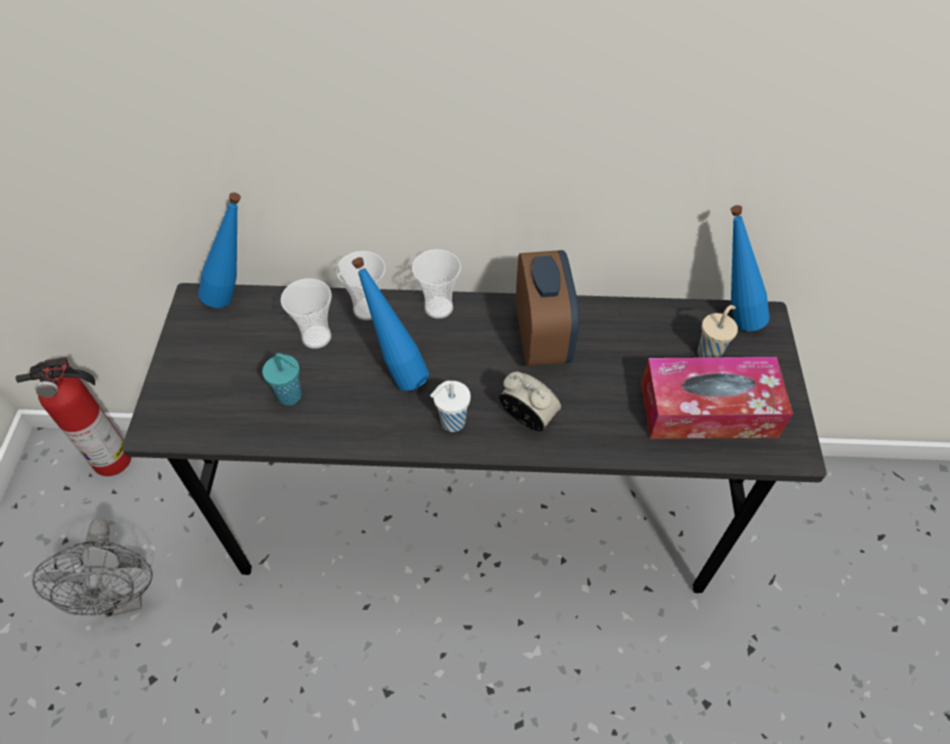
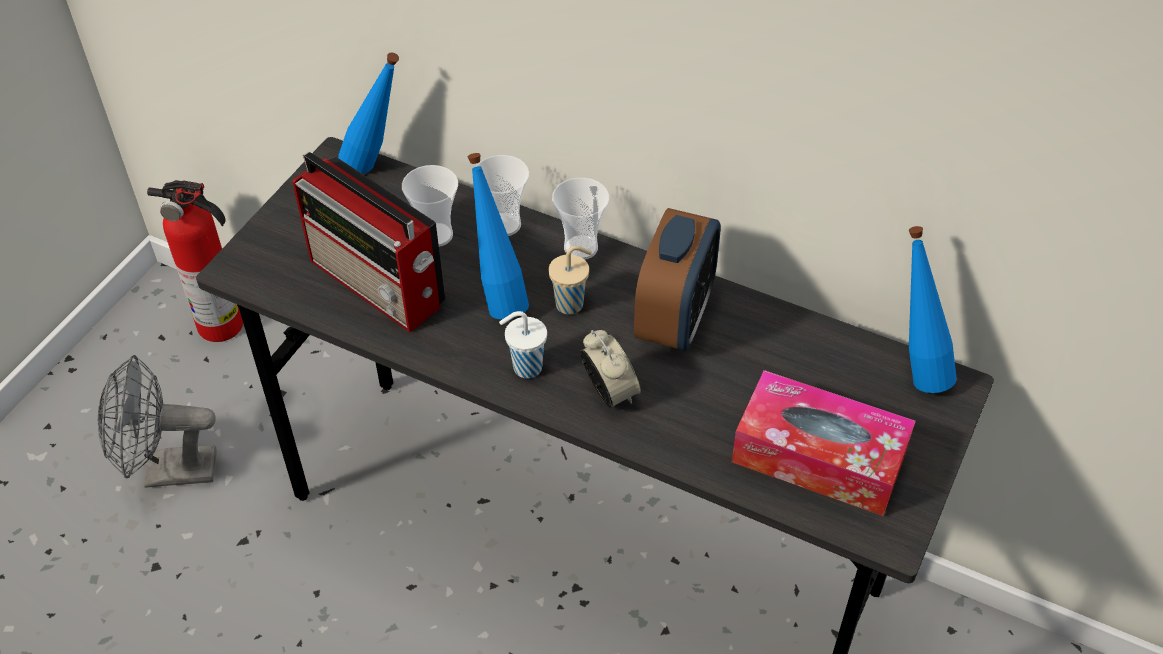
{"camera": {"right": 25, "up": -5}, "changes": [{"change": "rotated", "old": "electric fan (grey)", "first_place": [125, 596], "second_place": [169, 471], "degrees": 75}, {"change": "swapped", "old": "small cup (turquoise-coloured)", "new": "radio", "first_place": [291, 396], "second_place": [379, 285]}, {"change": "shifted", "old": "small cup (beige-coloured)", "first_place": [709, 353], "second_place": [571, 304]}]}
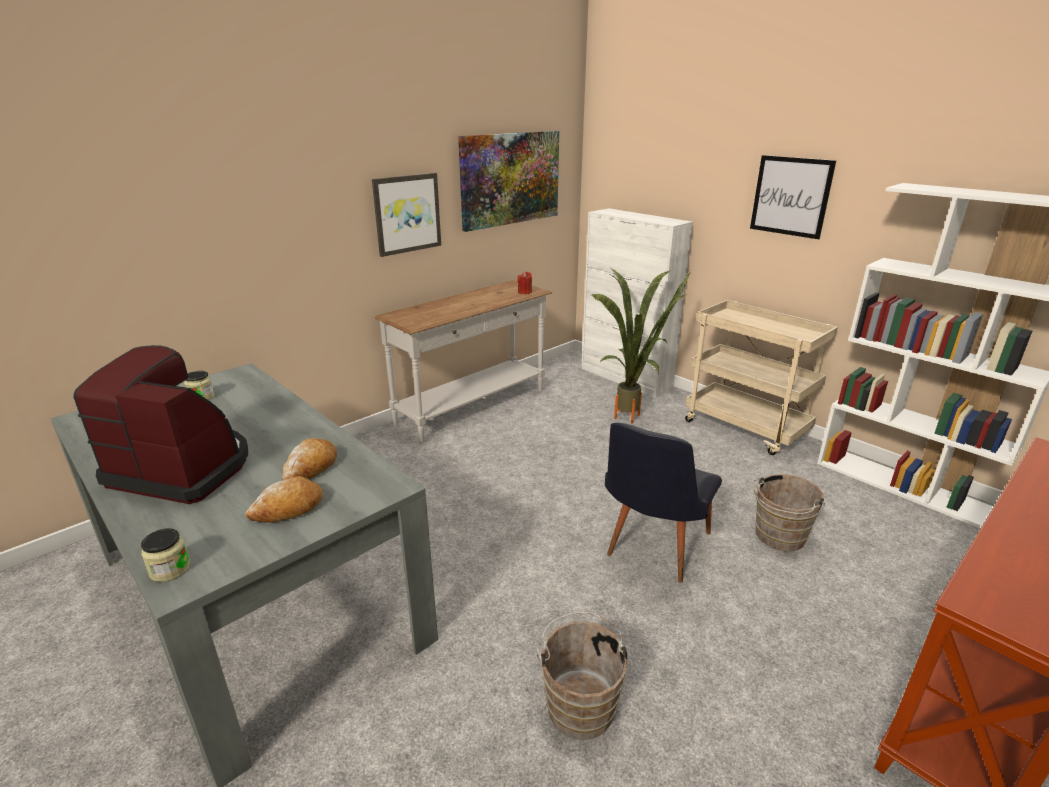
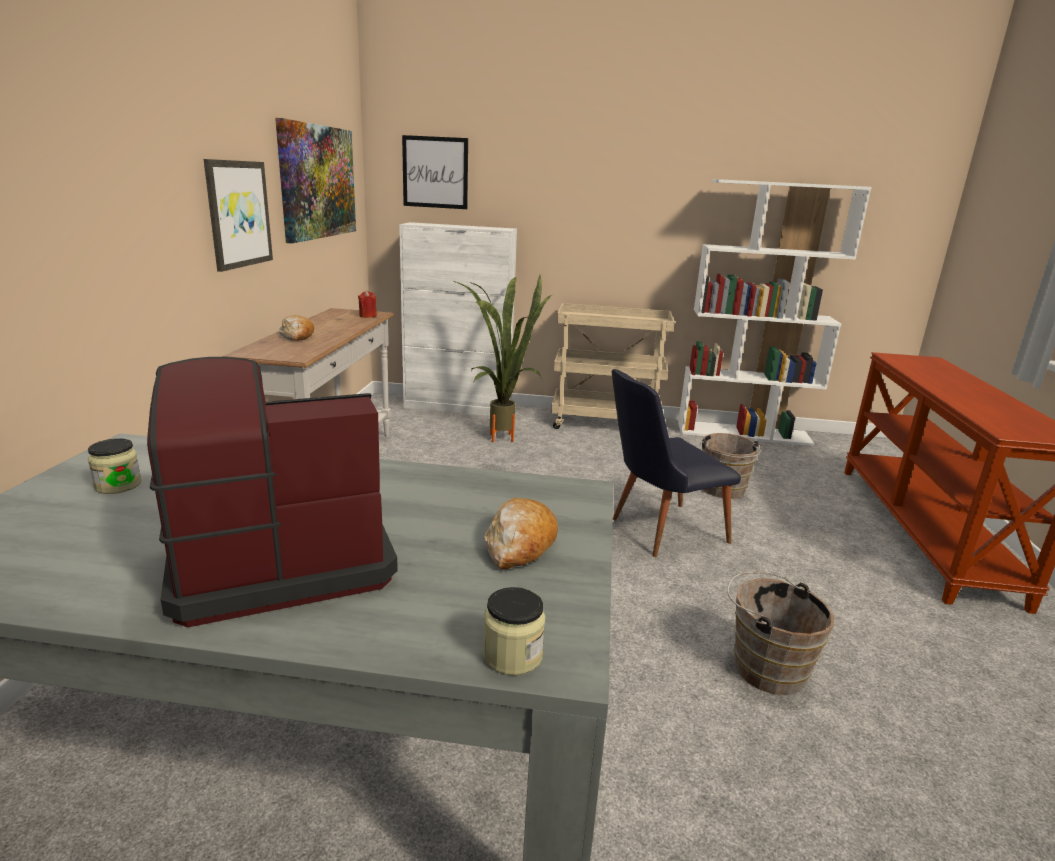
{"camera": {"right": -40, "up": -5}, "changes": [{"change": "shifted", "old": "bread", "first_place": [311, 468], "second_place": [297, 336]}, {"change": "shifted", "old": "picture", "first_place": [790, 196], "second_place": [435, 172]}, {"change": "rotated", "old": "plain chair (black)", "first_place": [652, 549], "second_place": [658, 531], "degrees": 75}]}
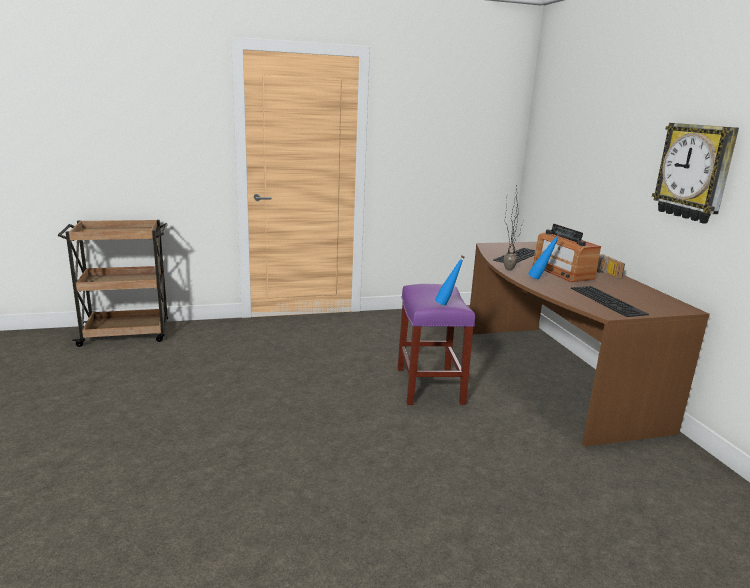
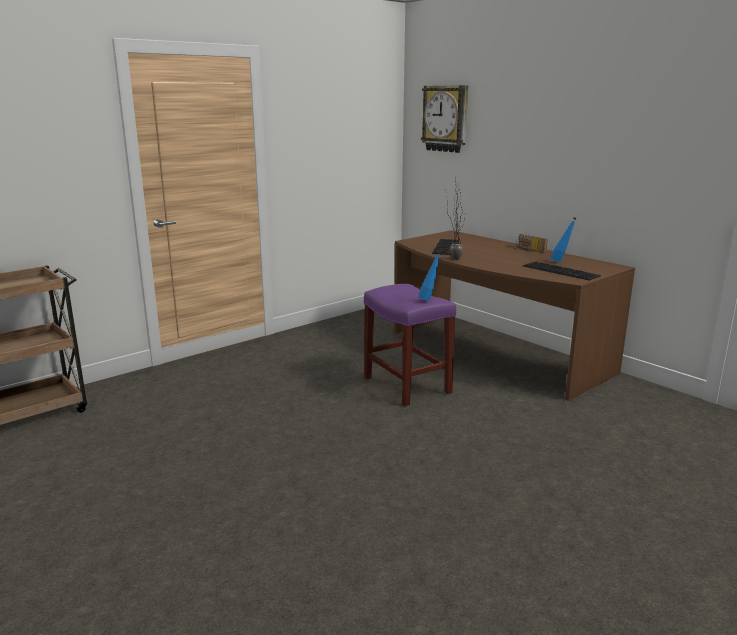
{"camera": {"right": -25, "up": 0}, "changes": [{"change": "shifted", "old": "clock on the wall", "first_place": [694, 172], "second_place": [445, 119]}, {"change": "shifted", "old": "bottle (bluish)", "first_place": [540, 279], "second_place": [561, 262]}, {"change": "gone", "old": "radio", "first_place": [562, 272]}]}
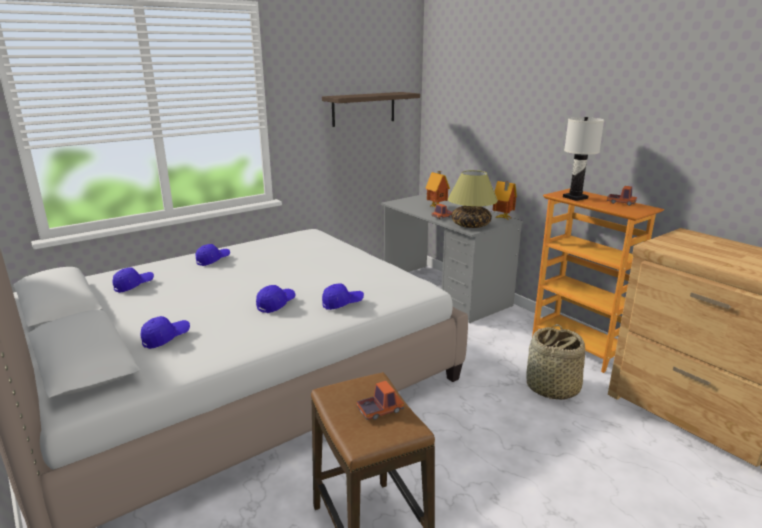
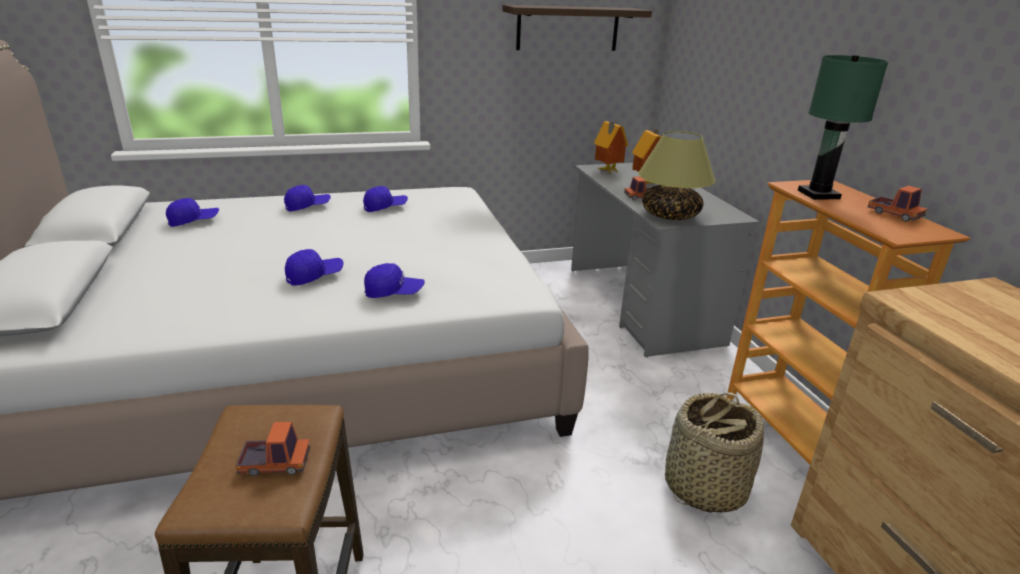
{"camera": {"right": 20, "up": 5}, "changes": [{"change": "shifted", "old": "peaked cap (bluish)", "first_place": [166, 338], "second_place": [385, 207]}, {"change": "shifted", "old": "miniature house", "first_place": [502, 218], "second_place": [607, 171]}, {"change": "repainted", "old": "tabletop lamp (whitish)", "new": "tabletop lamp (green)", "first_place": [575, 197], "second_place": [819, 194]}]}
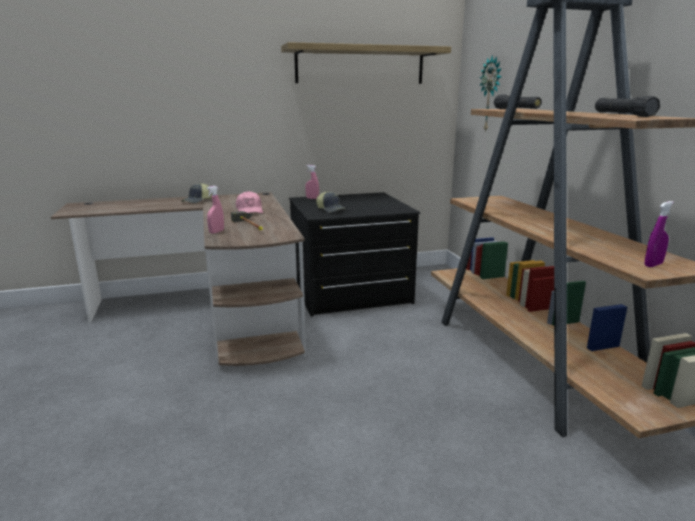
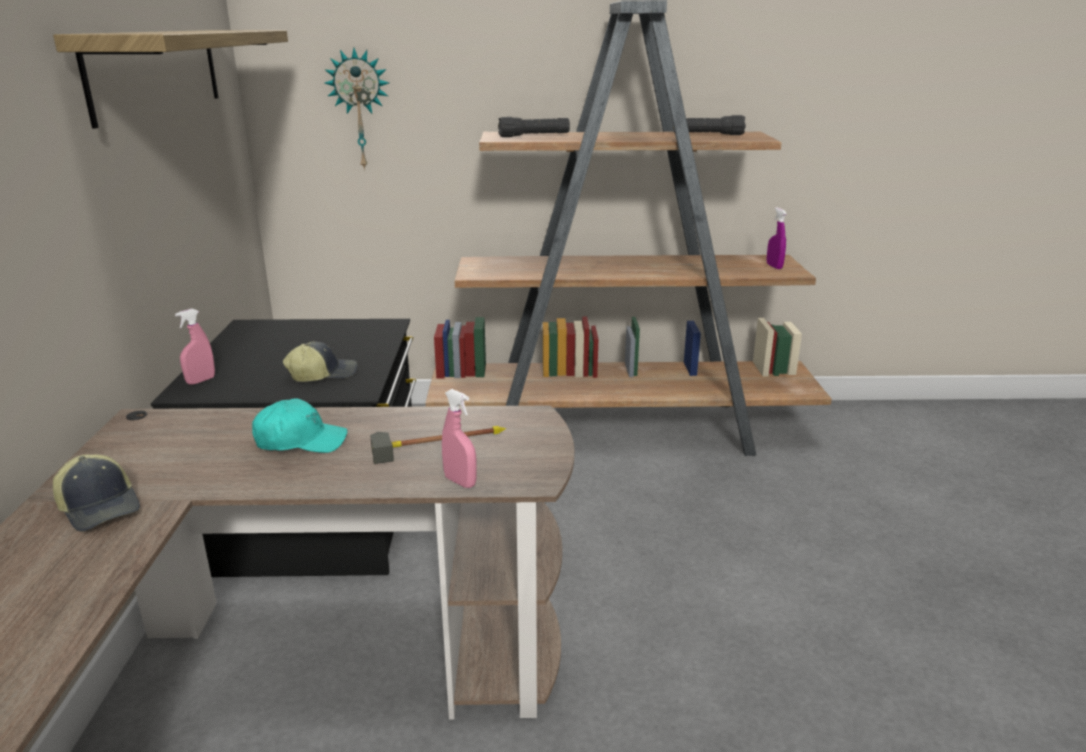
{"camera": {"right": -75, "up": 5}, "changes": [{"change": "repainted", "old": "peaked cap (pinkish)", "new": "peaked cap (turquoise-coloured)", "first_place": [250, 210], "second_place": [300, 441]}]}
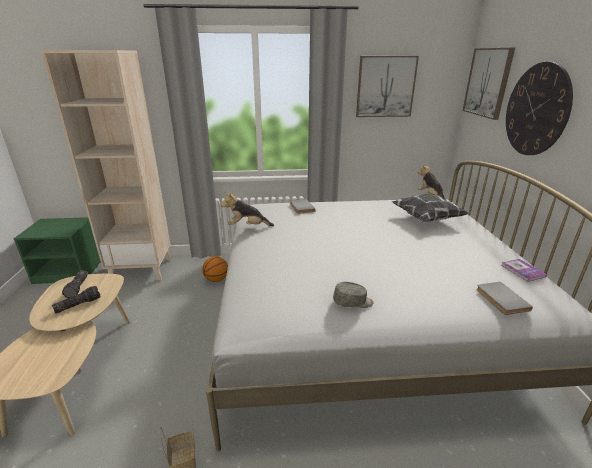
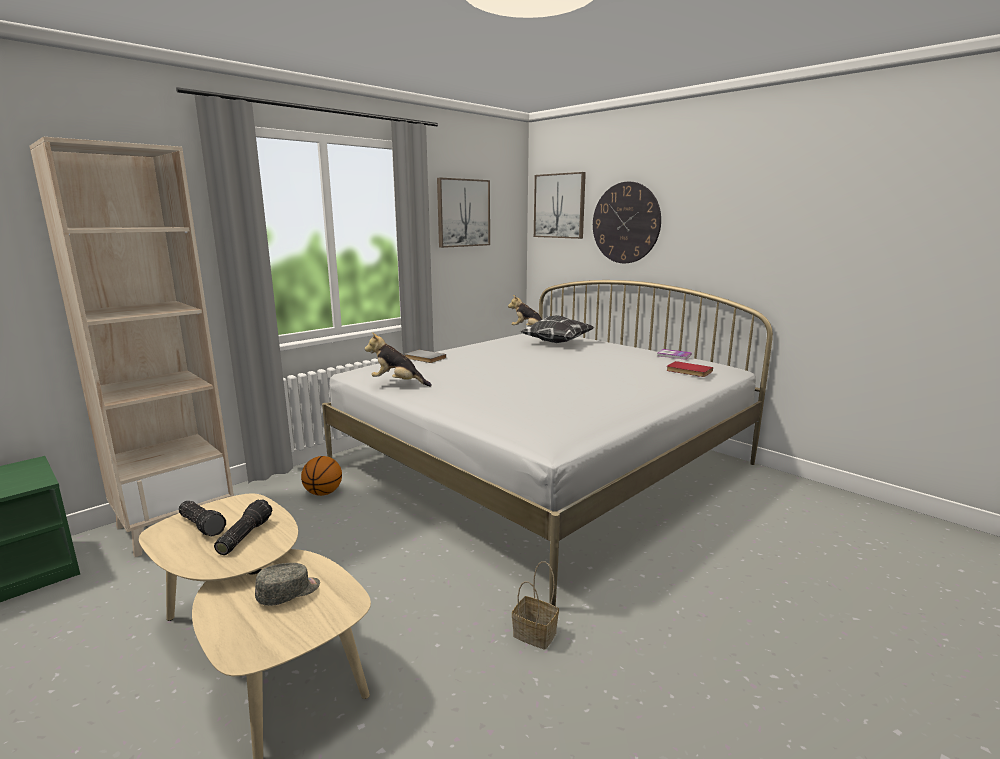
{"camera": {"right": -40, "up": -10}, "changes": [{"change": "shifted", "old": "peaked cap (grey)", "first_place": [353, 302], "second_place": [289, 593]}, {"change": "rotated", "old": "plush toy", "first_place": [247, 227], "second_place": [398, 383], "degrees": 60}, {"change": "repainted", "old": "bound book (grey)", "new": "bound book (red)", "first_place": [500, 299], "second_place": [688, 371]}]}
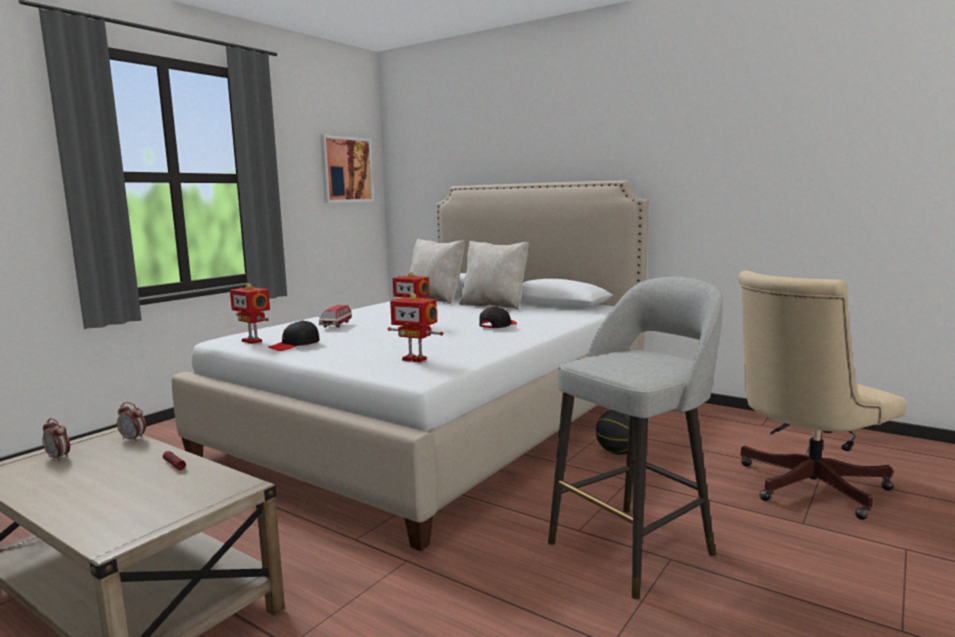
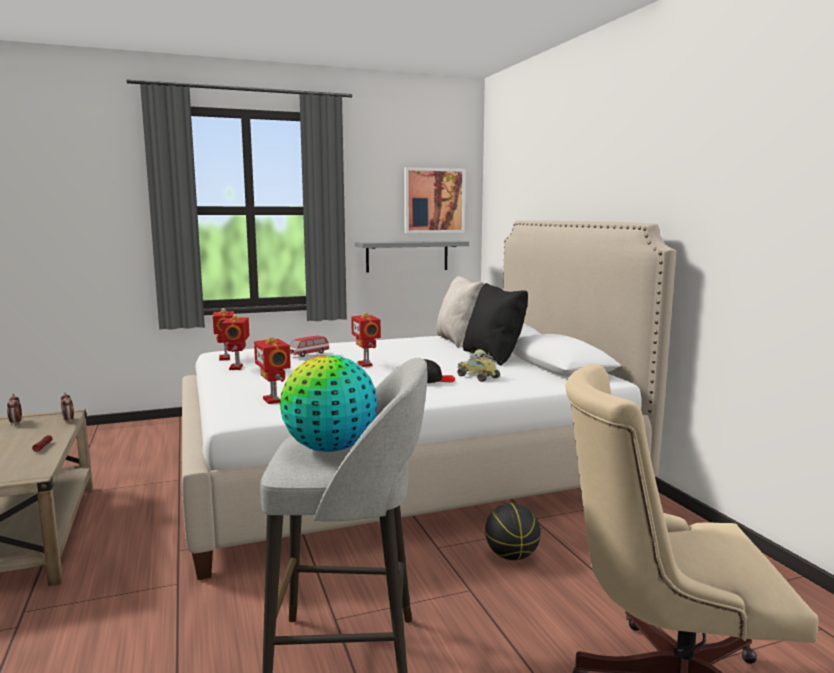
{"camera": {"right": 35, "up": 0}, "changes": [{"change": "swapped", "old": "peaked cap (black)", "new": "robot figure", "first_place": [295, 345], "second_place": [237, 367]}, {"change": "new", "new": "desk globe", "second_place": [330, 449]}, {"change": "new", "new": "bracket shelf (grey)", "second_place": [407, 256]}, {"change": "new", "new": "toy car", "second_place": [476, 376]}, {"change": "repainted", "old": "throw pillow (beige-coloured)", "new": "throw pillow (black)", "first_place": [494, 305], "second_place": [493, 357]}]}
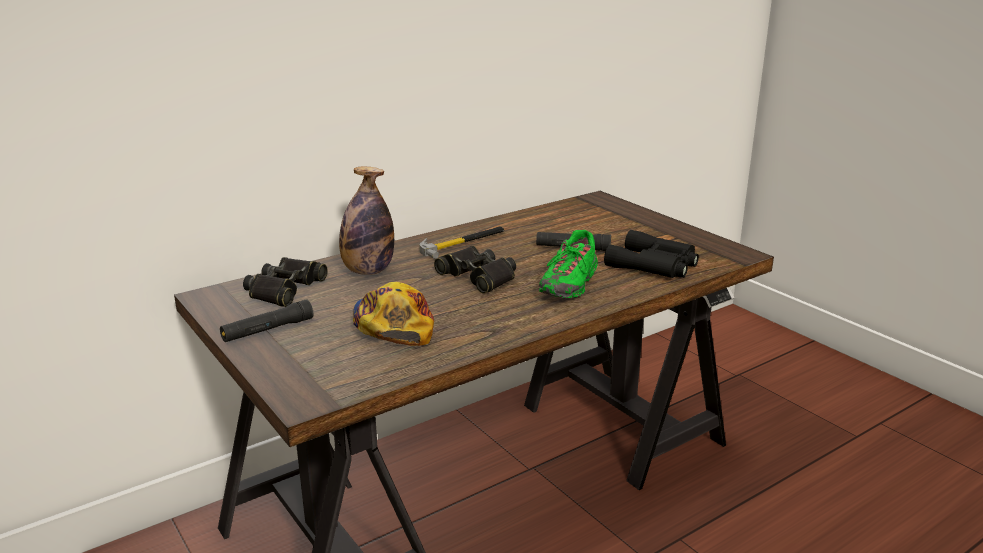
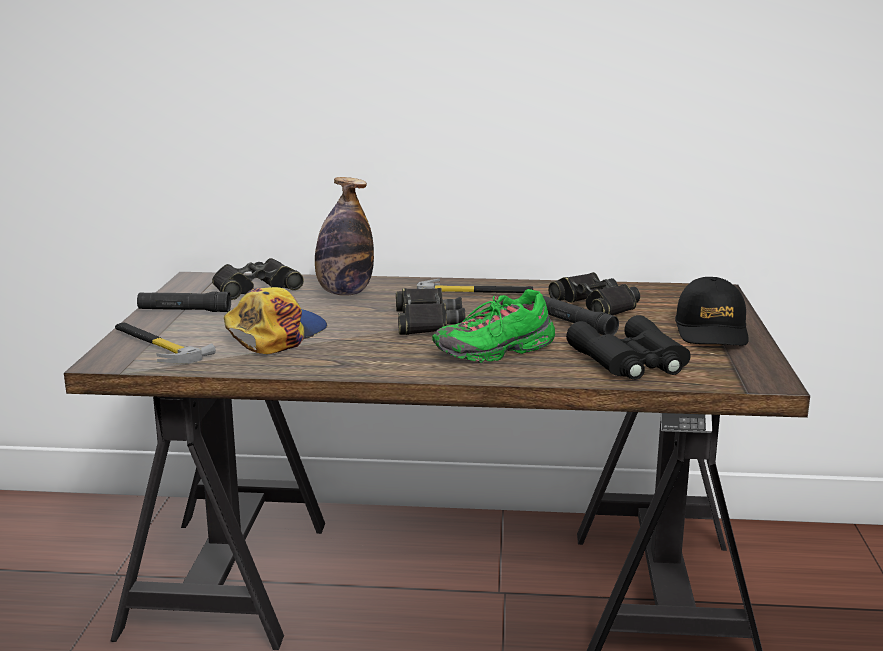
{"camera": {"right": 40, "up": -5}, "changes": [{"change": "new", "new": "hammer", "second_place": [155, 346]}, {"change": "new", "new": "pair of binoculars (black)", "second_place": [596, 305]}, {"change": "new", "new": "peaked cap (black)", "second_place": [711, 331]}]}
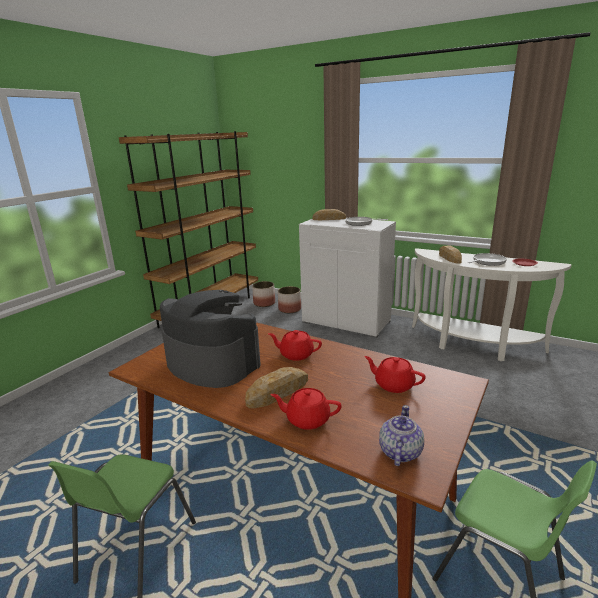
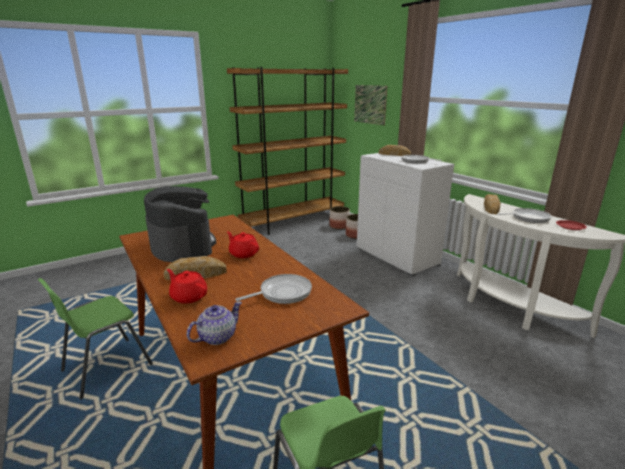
{"camera": {"right": 25, "up": 0}, "changes": [{"change": "swapped", "old": "pot for tea (red)", "new": "pan", "first_place": [393, 385], "second_place": [282, 293]}, {"change": "new", "new": "picture", "second_place": [370, 104]}]}
